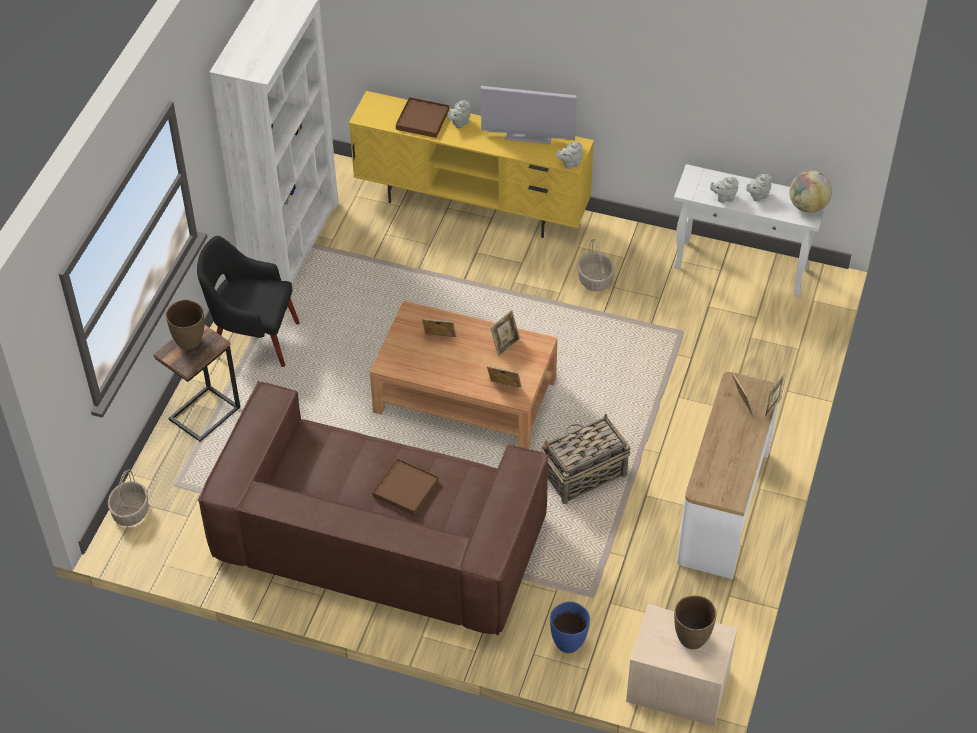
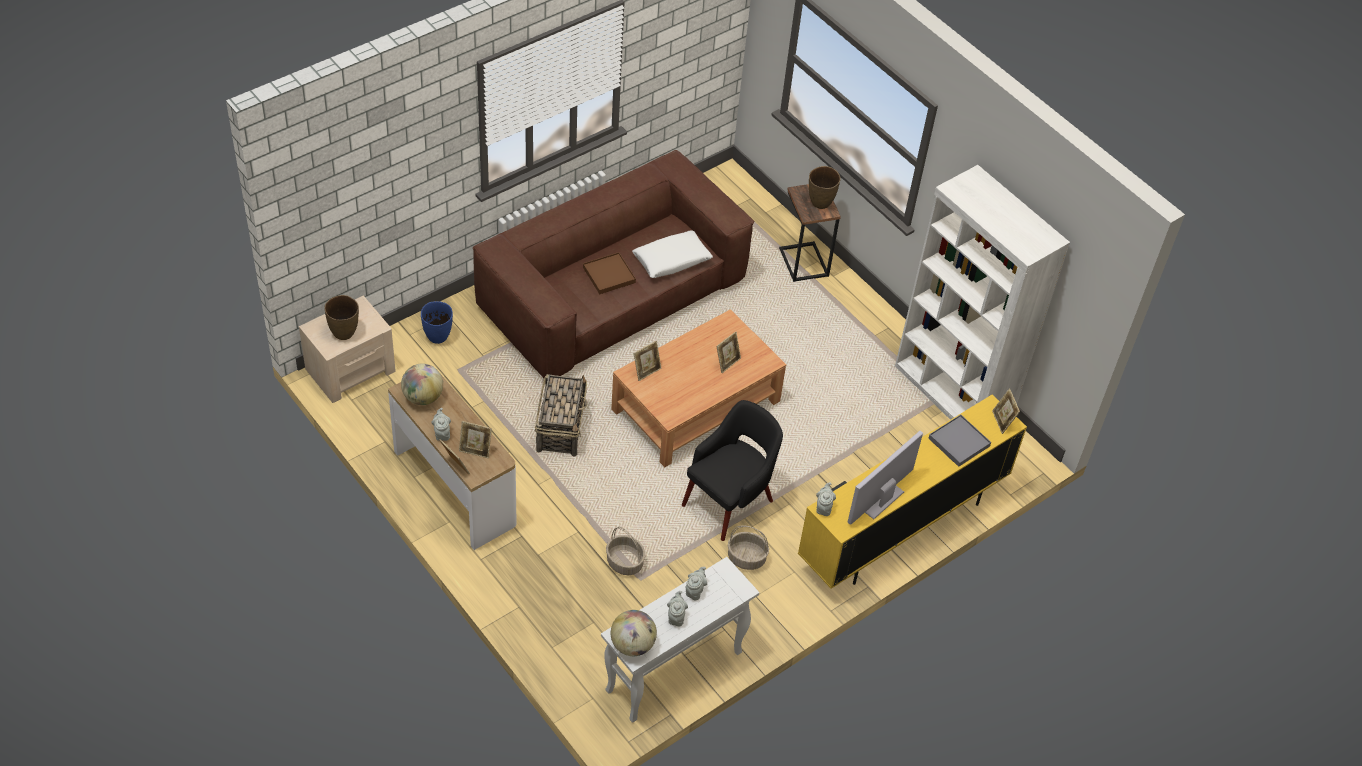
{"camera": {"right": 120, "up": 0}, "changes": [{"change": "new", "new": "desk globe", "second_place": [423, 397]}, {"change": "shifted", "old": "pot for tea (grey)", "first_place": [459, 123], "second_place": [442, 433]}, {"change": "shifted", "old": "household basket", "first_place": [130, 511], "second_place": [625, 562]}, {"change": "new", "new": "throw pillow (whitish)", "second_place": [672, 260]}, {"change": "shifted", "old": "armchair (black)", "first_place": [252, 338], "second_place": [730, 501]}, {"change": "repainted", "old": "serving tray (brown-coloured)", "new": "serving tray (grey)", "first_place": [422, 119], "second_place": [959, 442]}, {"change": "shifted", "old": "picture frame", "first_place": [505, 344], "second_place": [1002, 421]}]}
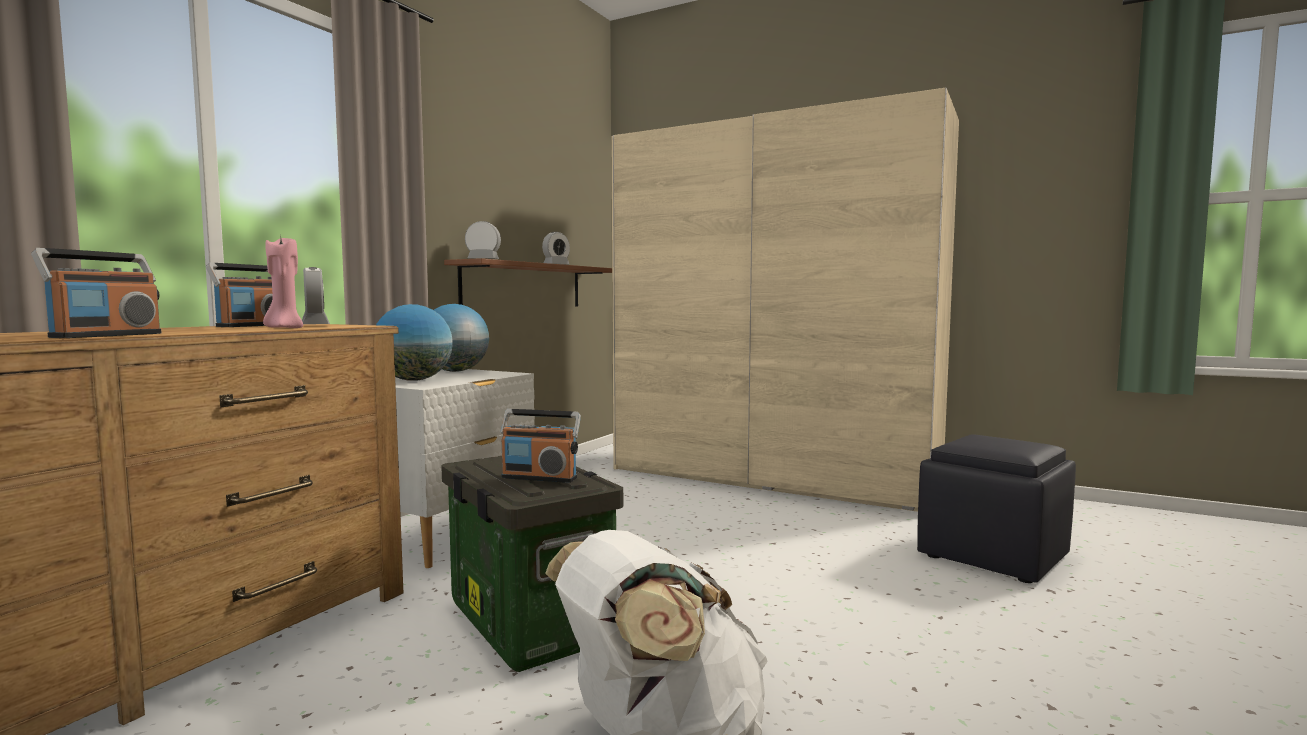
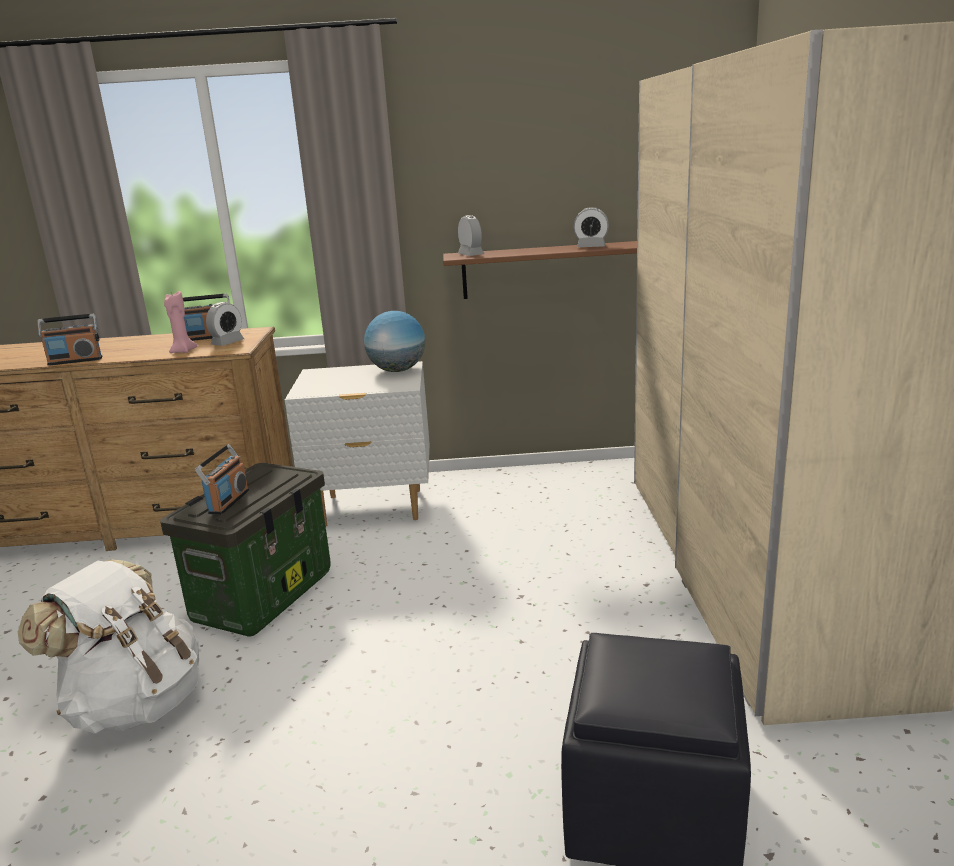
{"camera": {"right": 60, "up": 15}, "changes": [{"change": "rotated", "old": "radio", "first_place": [539, 478], "second_place": [228, 502], "degrees": -150}, {"change": "gone", "old": "desk globe", "first_place": [414, 380]}]}
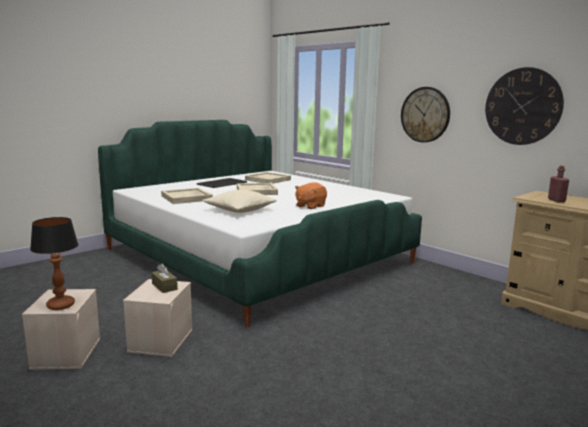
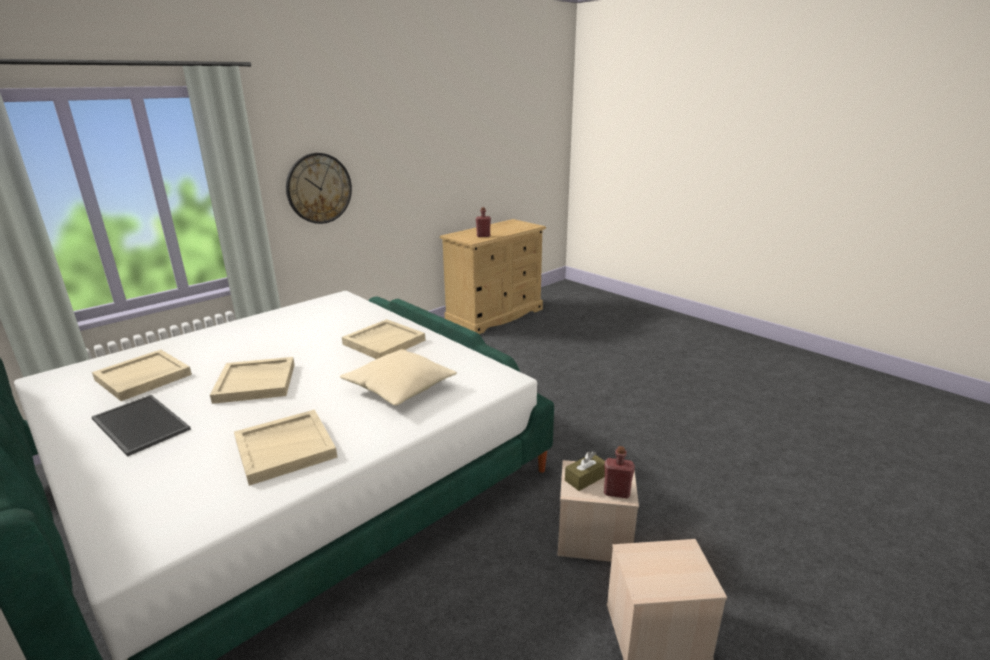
{"camera": {"right": -90, "up": 10}, "changes": [{"change": "swapped", "old": "plush toy (orange-coloured)", "new": "serving tray (beige-coloured)", "first_place": [310, 206], "second_place": [384, 342]}, {"change": "new", "new": "bottle (red)", "second_place": [616, 492]}, {"change": "gone", "old": "tabletop lamp", "first_place": [60, 306]}, {"change": "gone", "old": "clock on the wall", "first_place": [522, 106]}]}
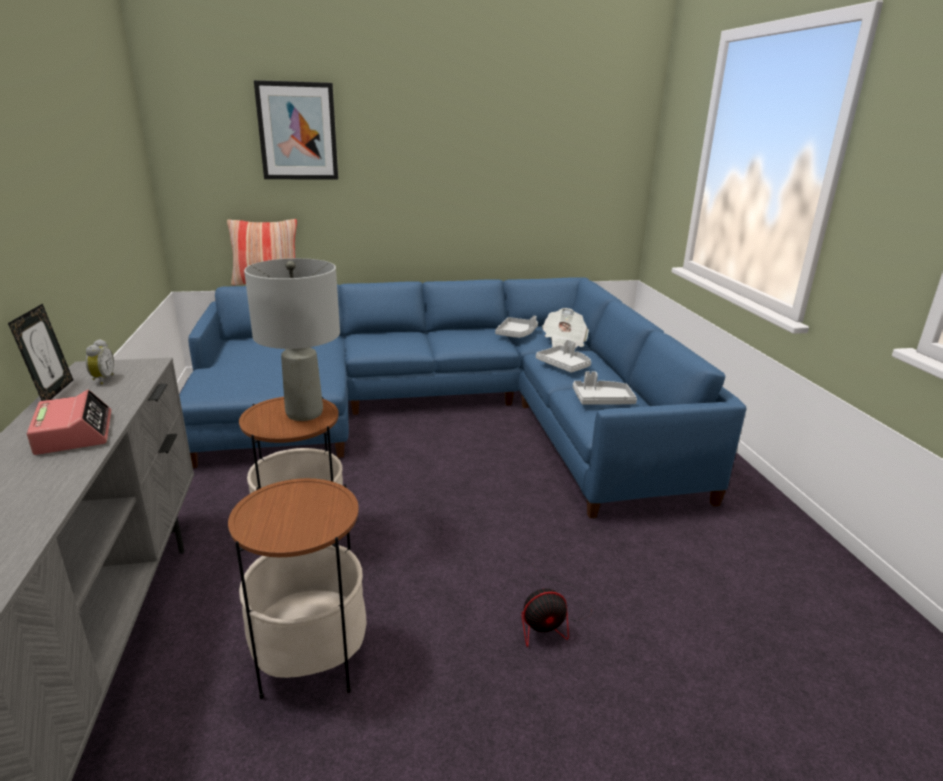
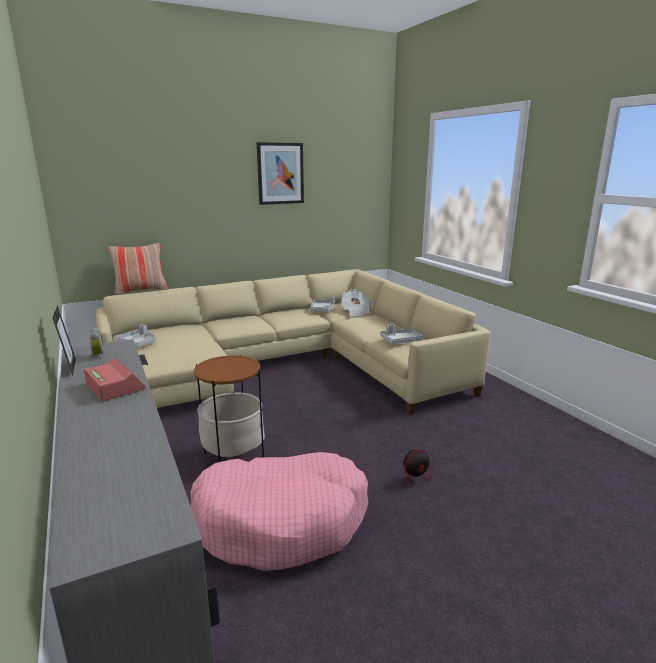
{"camera": {"right": -15, "up": -5}, "changes": [{"change": "repainted", "old": "sofa (bluish)", "new": "sofa (beige-coloured)", "first_place": [448, 411], "second_place": [286, 367]}, {"change": "shifted", "old": "serving tray (grey)", "first_place": [564, 365], "second_place": [138, 343]}, {"change": "swapped", "old": "end table", "new": "pet bed (pinkish)", "first_place": [310, 661], "second_place": [282, 521]}, {"change": "shifted", "old": "picture", "first_place": [297, 131], "second_place": [280, 173]}, {"change": "gone", "old": "tabletop lamp (grey)", "first_place": [304, 413]}]}
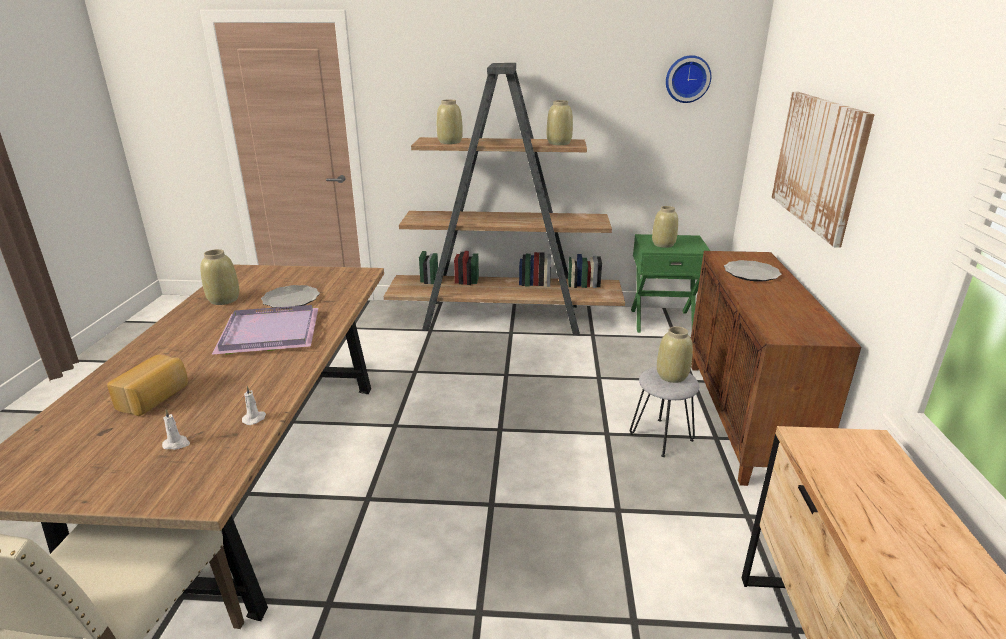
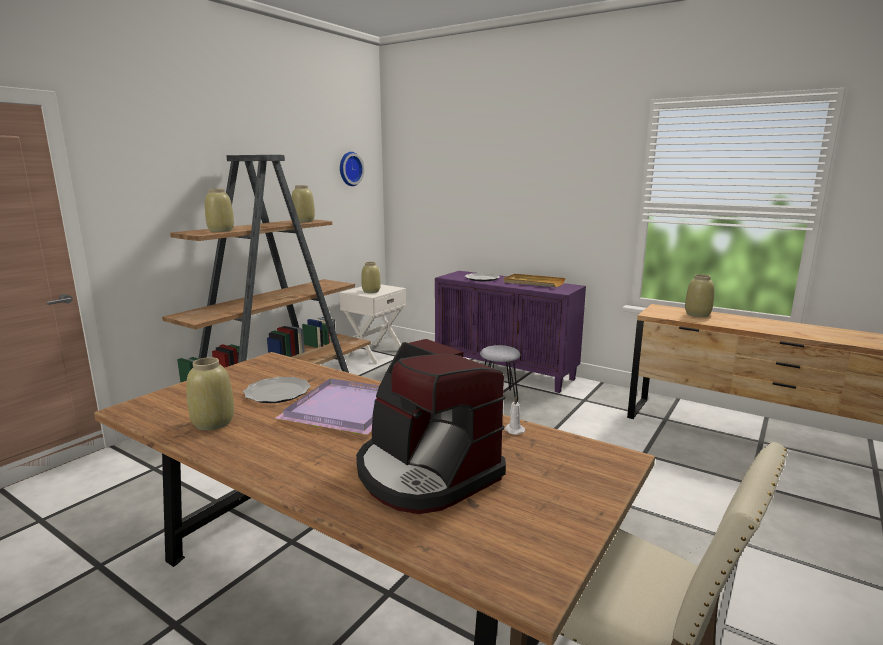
{"camera": {"right": -60, "up": -10}, "changes": [{"change": "repainted", "old": "bedside table (green)", "new": "bedside table (whitish)", "first_place": [662, 321], "second_place": [374, 353]}, {"change": "swapped", "old": "bread", "new": "coffee brewer", "first_place": [155, 398], "second_place": [425, 472]}, {"change": "repainted", "old": "storage cabinet (brown-coloured)", "new": "storage cabinet (purple-coloured)", "first_place": [744, 419], "second_place": [505, 371]}, {"change": "new", "new": "serving tray (beige-coloured)", "second_place": [533, 283]}, {"change": "shifted", "old": "decorative vase (beige-coloured)", "first_place": [672, 376], "second_place": [698, 315]}, {"change": "gone", "old": "wax candle (whitish)", "first_place": [177, 444]}, {"change": "gone", "old": "picture", "first_place": [817, 162]}]}
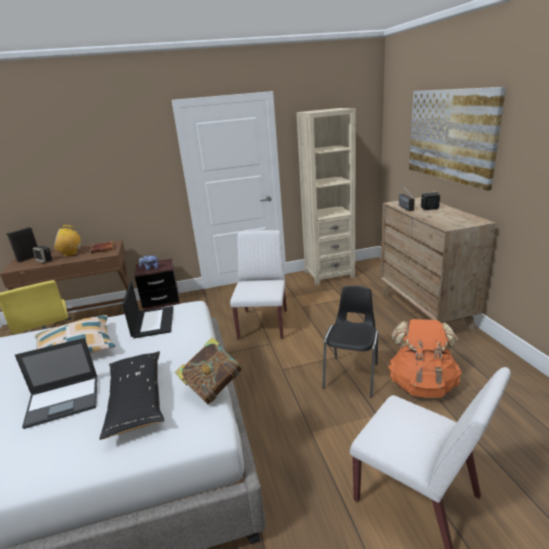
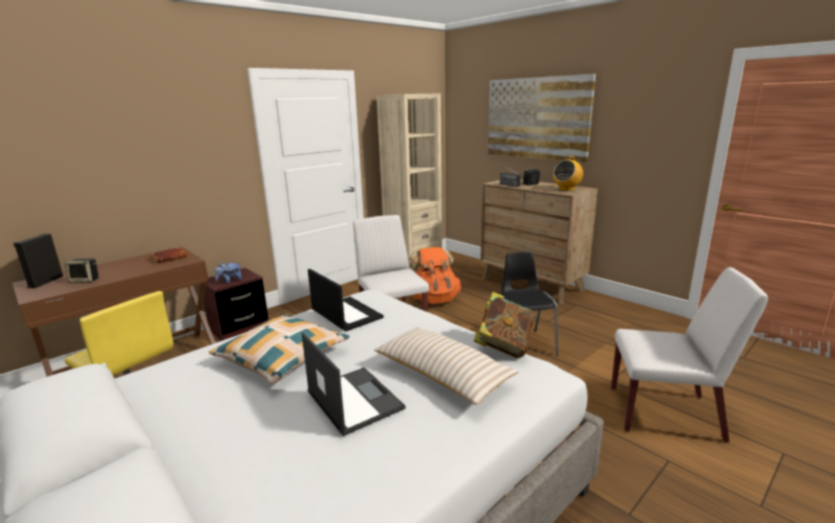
{"camera": {"right": -30, "up": -5}, "changes": [{"change": "rotated", "old": "portable computer", "first_place": [64, 400], "second_place": [353, 399], "degrees": -75}, {"change": "repainted", "old": "throw pillow (black)", "new": "throw pillow (beige-coloured)", "first_place": [137, 400], "second_place": [442, 374]}, {"change": "shifted", "old": "knapsack (orange-coloured)", "first_place": [422, 384], "second_place": [434, 300]}, {"change": "shifted", "old": "radio", "first_place": [70, 254], "second_place": [566, 189]}]}
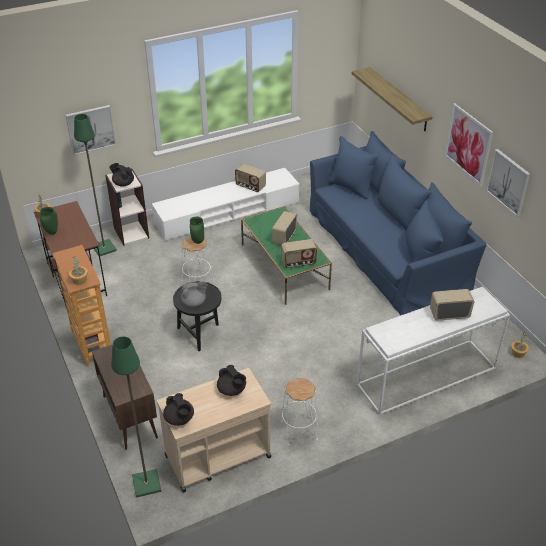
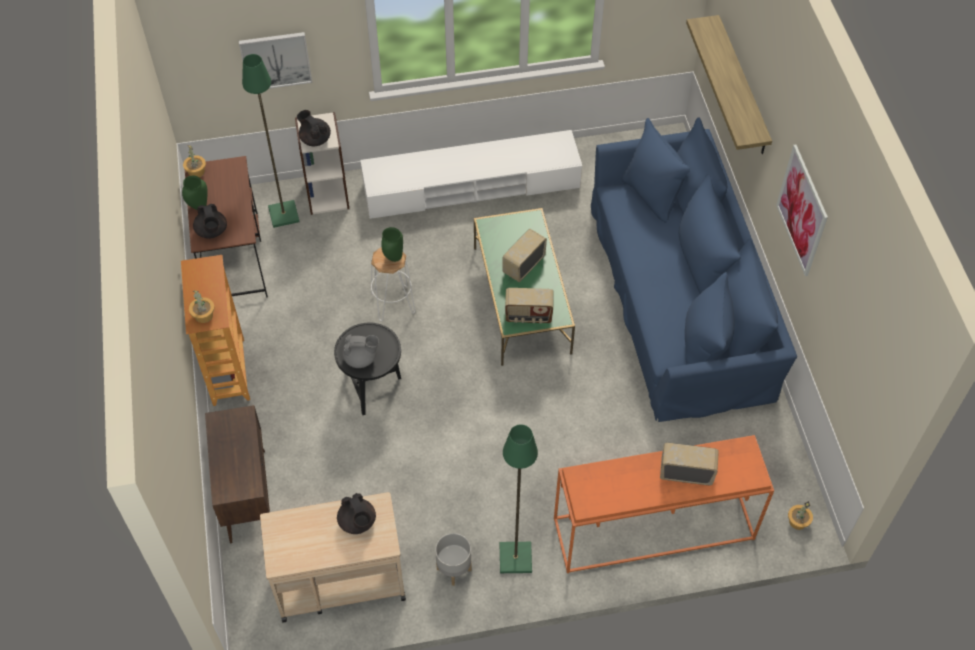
{"camera": {"right": 15, "up": 15}, "changes": [{"change": "shifted", "old": "pot for tea (black)", "first_place": [179, 419], "second_place": [212, 231]}, {"change": "swapped", "old": "sitting stool (whitish)", "new": "planter (grey)", "first_place": [298, 430], "second_place": [453, 569]}, {"change": "shifted", "old": "floor lamp (green)", "first_place": [146, 483], "second_place": [514, 557]}, {"change": "repainted", "old": "hall table (whitish)", "new": "hall table (orange-coloured)", "first_place": [426, 378], "second_place": [652, 530]}, {"change": "gone", "old": "radio", "first_place": [250, 186]}, {"change": "gone", "old": "picture", "first_place": [508, 182]}]}
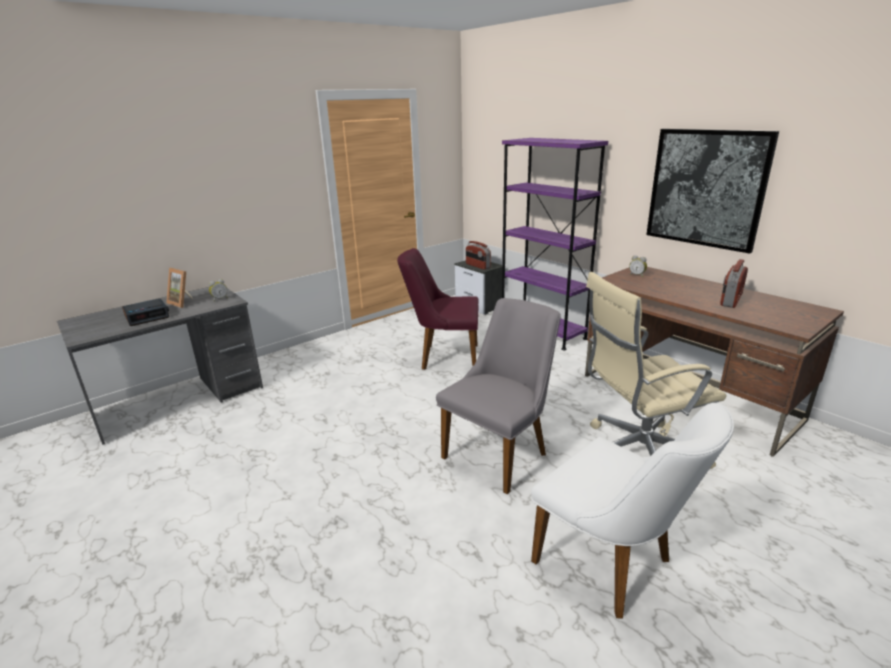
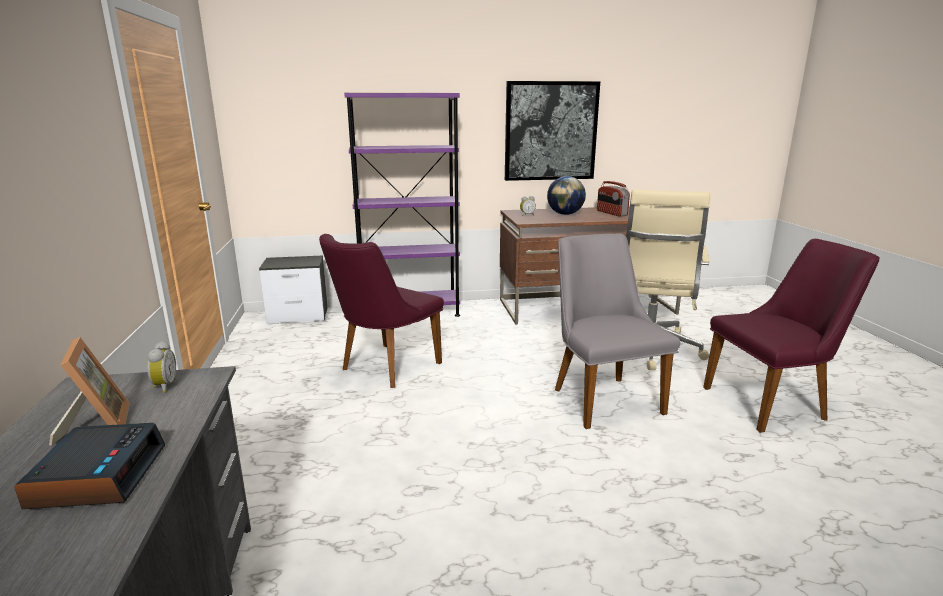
{"camera": {"right": -60, "up": -5}, "changes": [{"change": "rotated", "old": "picture frame", "first_place": [183, 302], "second_place": [97, 425], "degrees": -90}, {"change": "new", "new": "desk globe", "second_place": [565, 214]}, {"change": "repainted", "old": "plain chair (whitish)", "new": "plain chair (purple-coloured)", "first_place": [613, 566], "second_place": [773, 403]}, {"change": "gone", "old": "radio", "first_place": [477, 266]}]}
